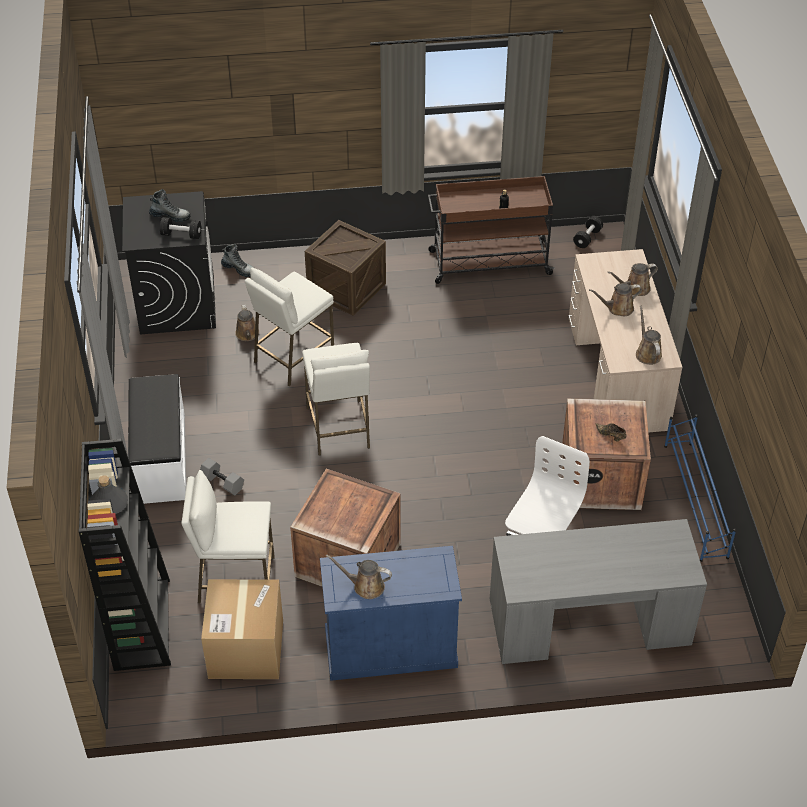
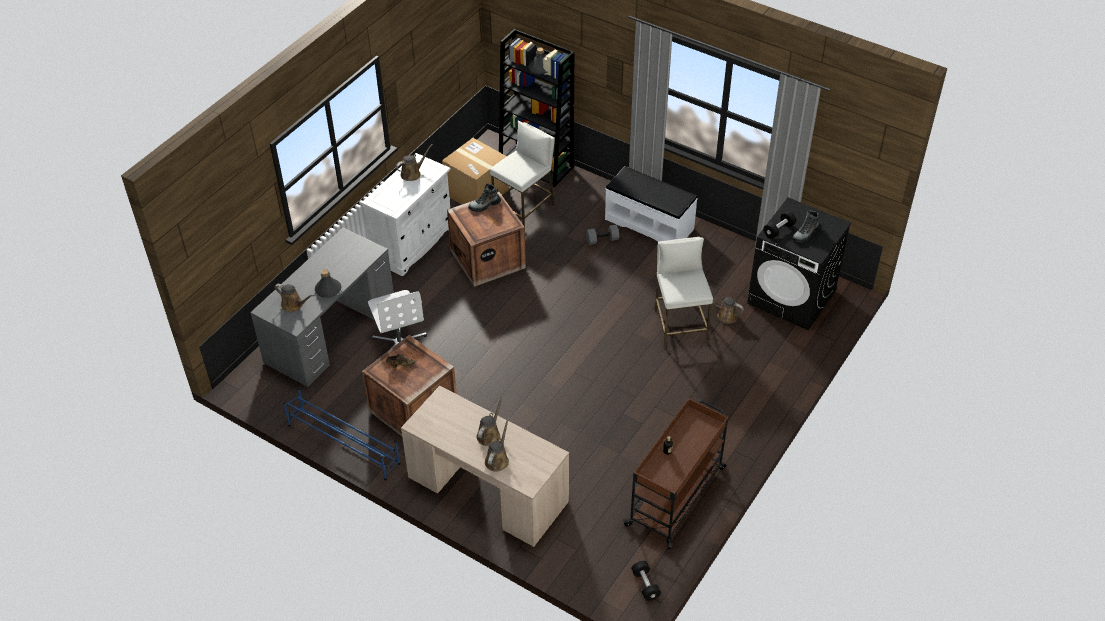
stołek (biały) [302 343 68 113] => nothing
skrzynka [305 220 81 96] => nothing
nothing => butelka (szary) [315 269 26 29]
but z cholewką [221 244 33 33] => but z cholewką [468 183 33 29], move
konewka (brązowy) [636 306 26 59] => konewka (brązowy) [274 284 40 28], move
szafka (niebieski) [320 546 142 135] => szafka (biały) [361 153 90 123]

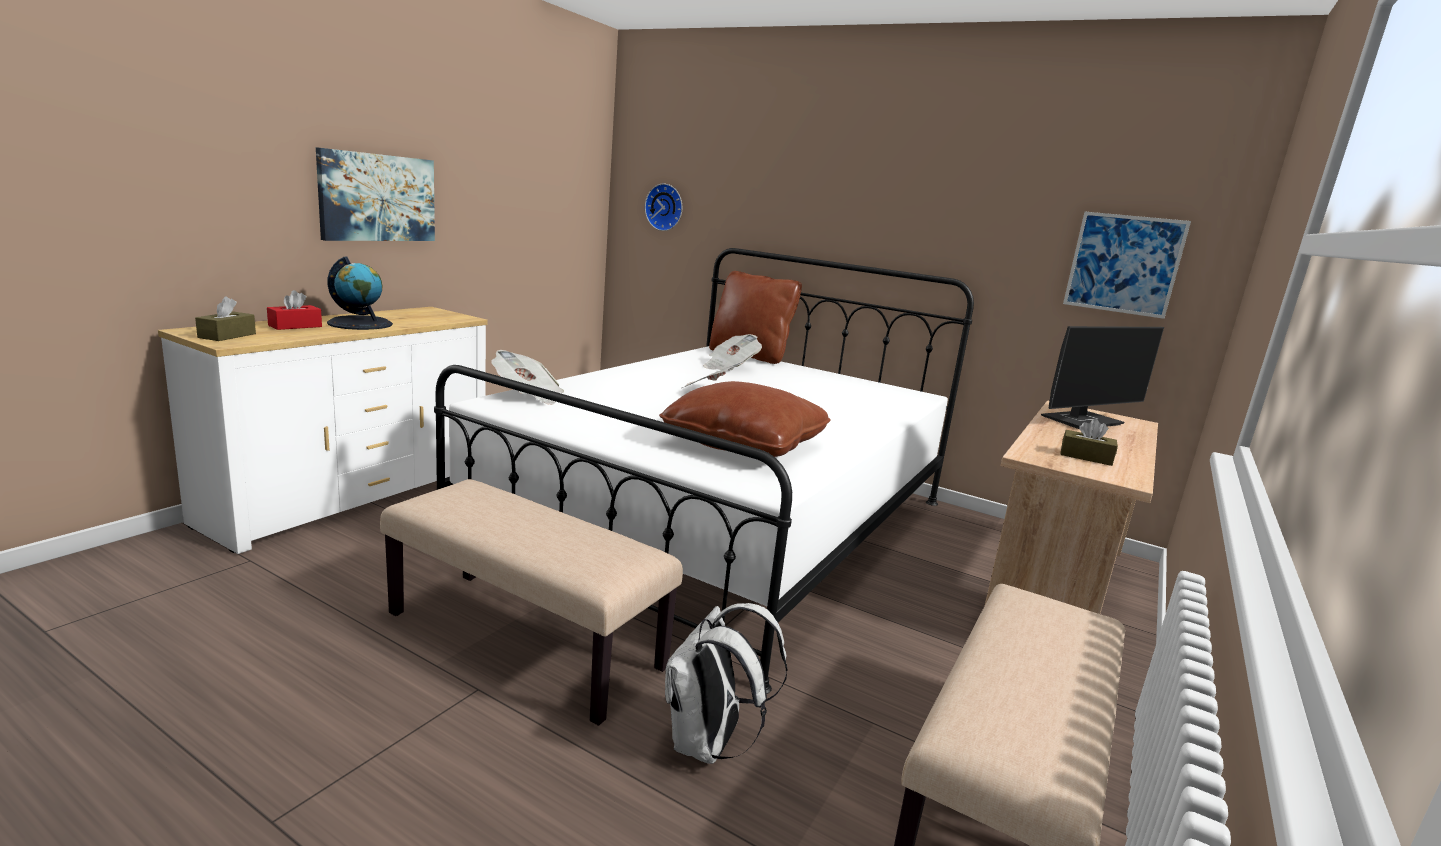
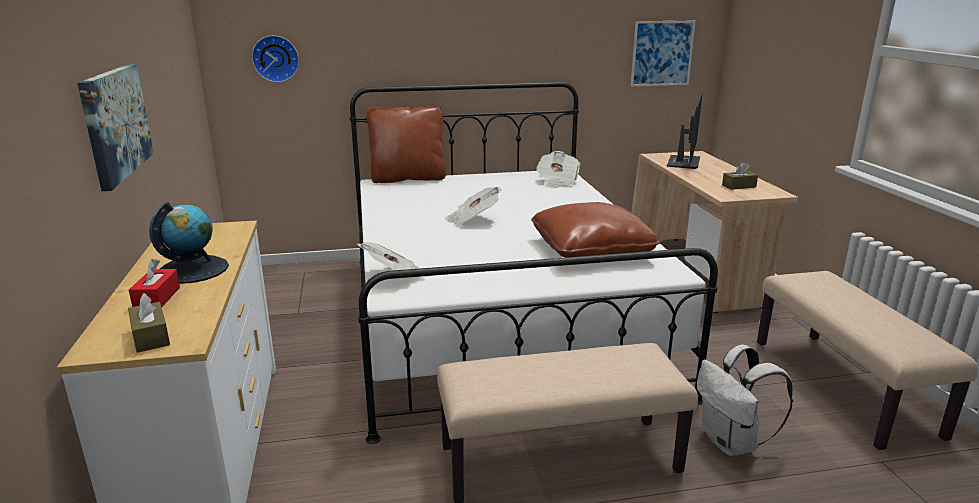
gazeta [703 334 59 37] => gazeta [536 151 45 37], move

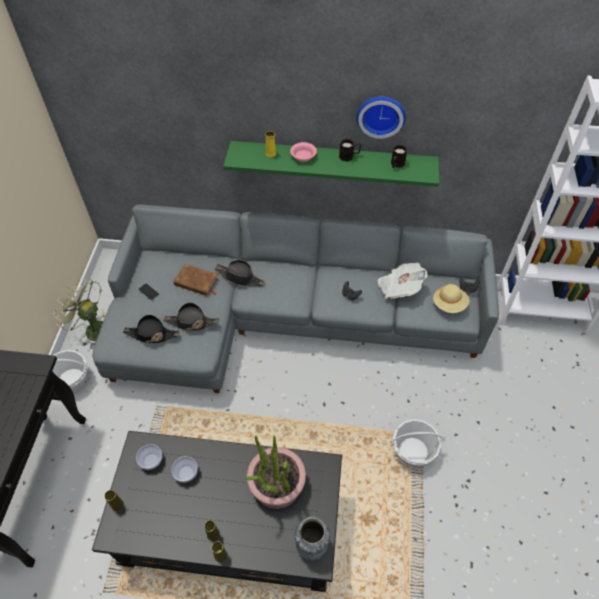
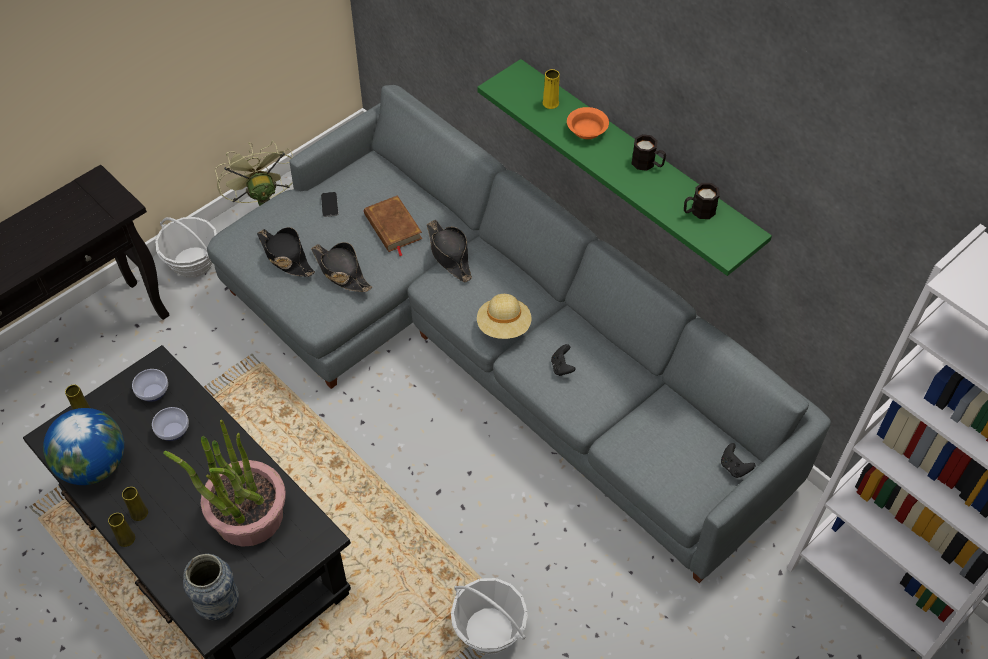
zegar ścienny [356 96 50 43] => nothing
gazeta [378 263 50 36] => nothing
nothing => globus [43 408 81 77]
kapelusz (beżowy) [433 284 36 29] => kapelusz (beżowy) [477 294 55 45], move
miska (różowy) [290 142 27 20] => miska (pomarańczowy) [567 107 42 32]

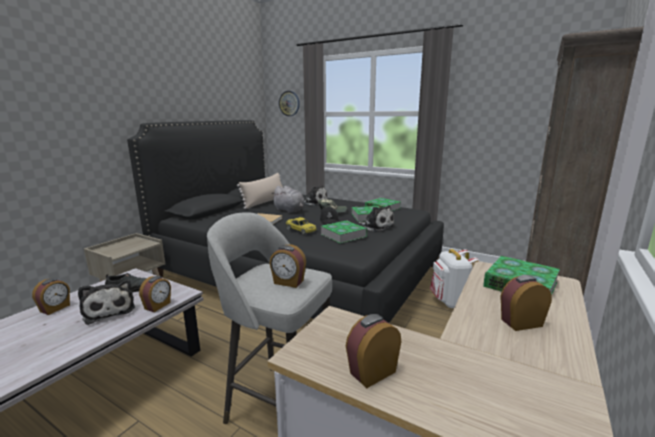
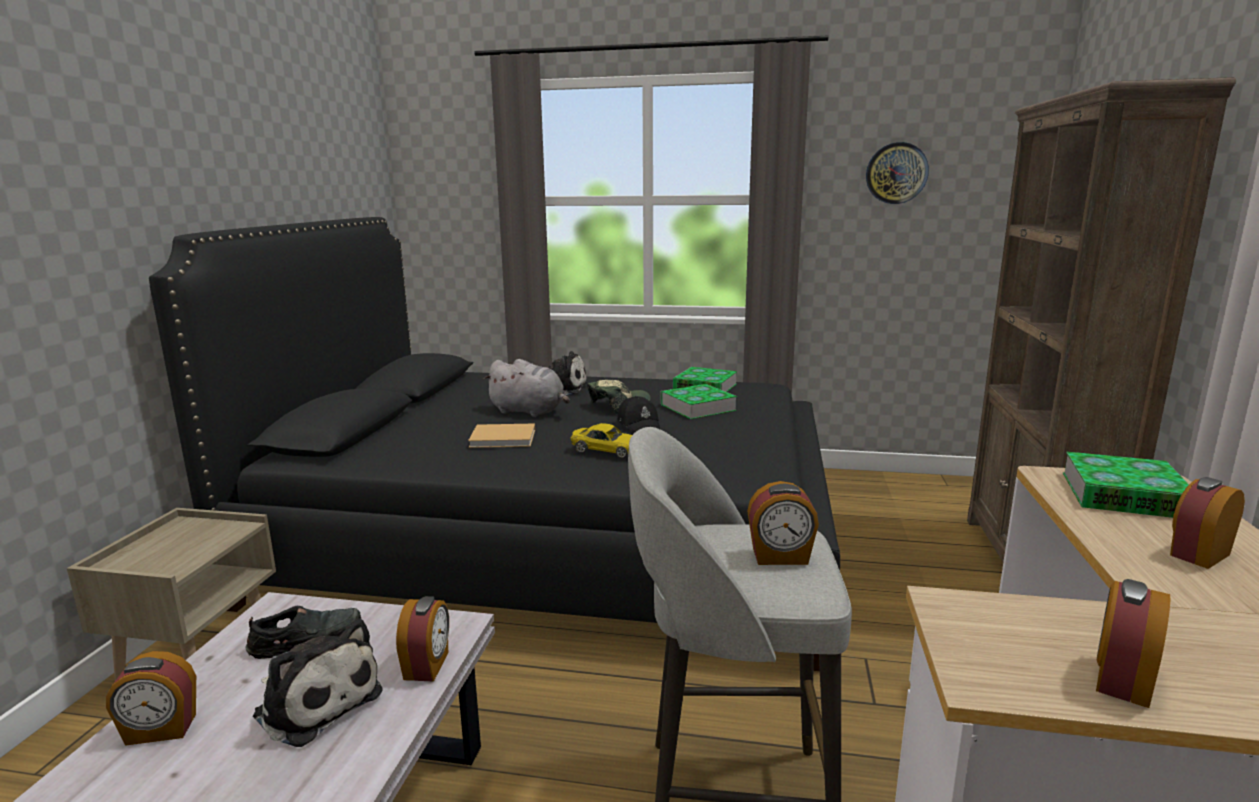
poduszka (beżowy) [237 173 46 36] => nothing
książka [321 220 47 24] => nothing
pluszak [358 205 37 27] => nothing
plecak (biały) [430 249 49 59] => nothing
zegar ścienny [279 91 21 25] => zegar ścienny [866 142 63 62], move
budzik [32 278 38 37] => budzik [106 651 90 95], 75 degrees clockwise

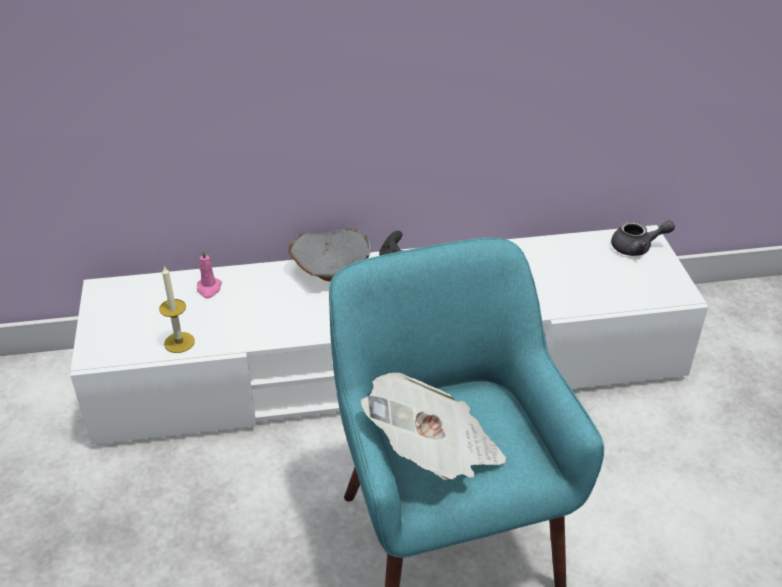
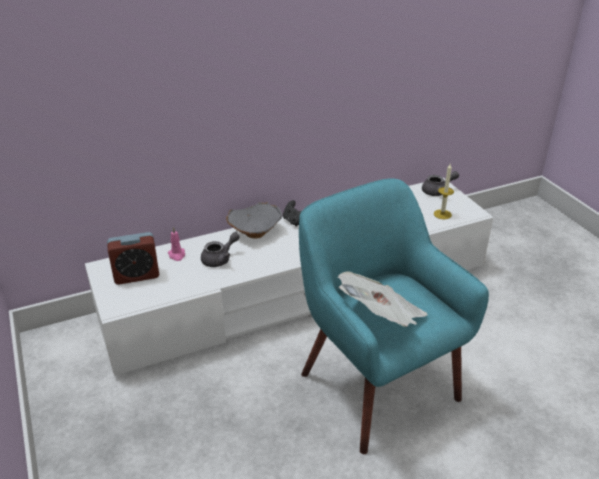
nothing => budzik [107 232 52 53]
nothing => imbryk (szary) [201 232 39 35]
świeca [159 266 36 87] => świeca [434 164 20 55], move

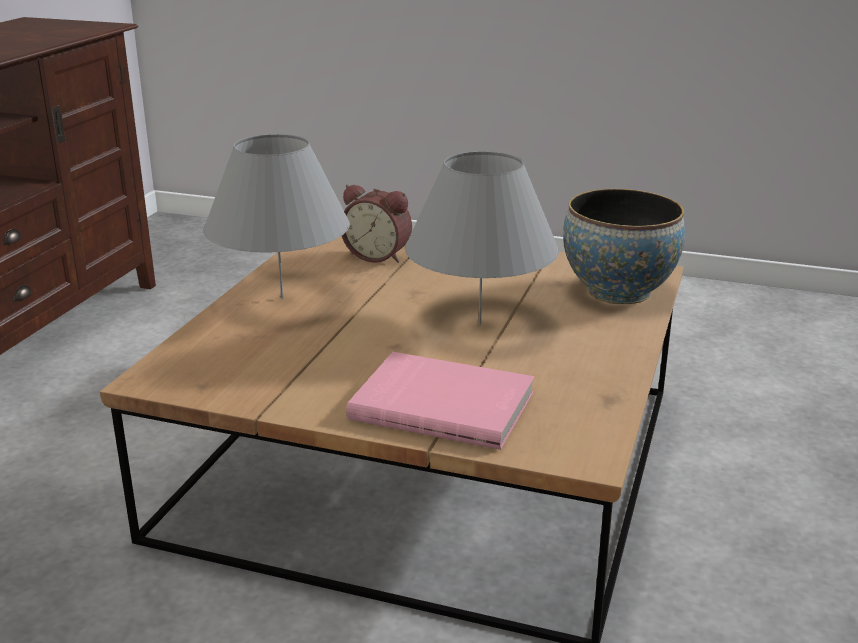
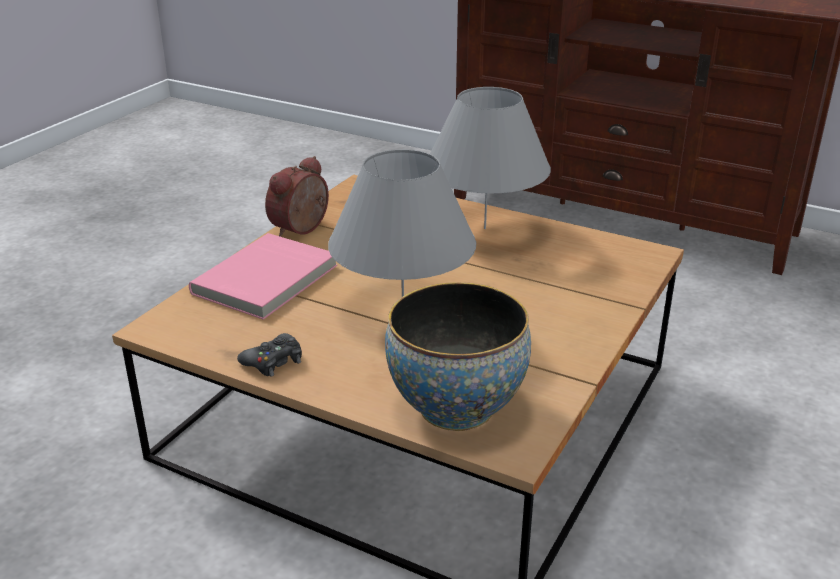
nothing => pad do gier (czarny) [237 333 65 44]
budzik [342 185 70 78] => budzik [265 156 64 81], move

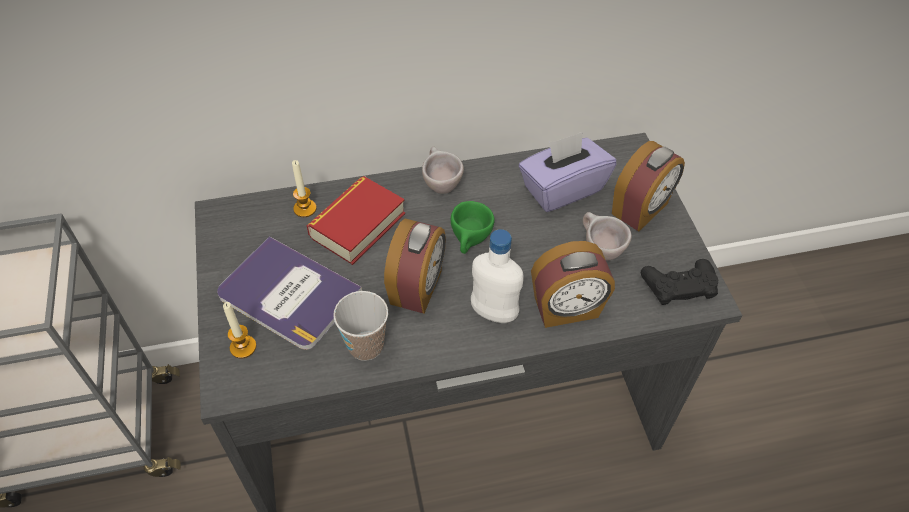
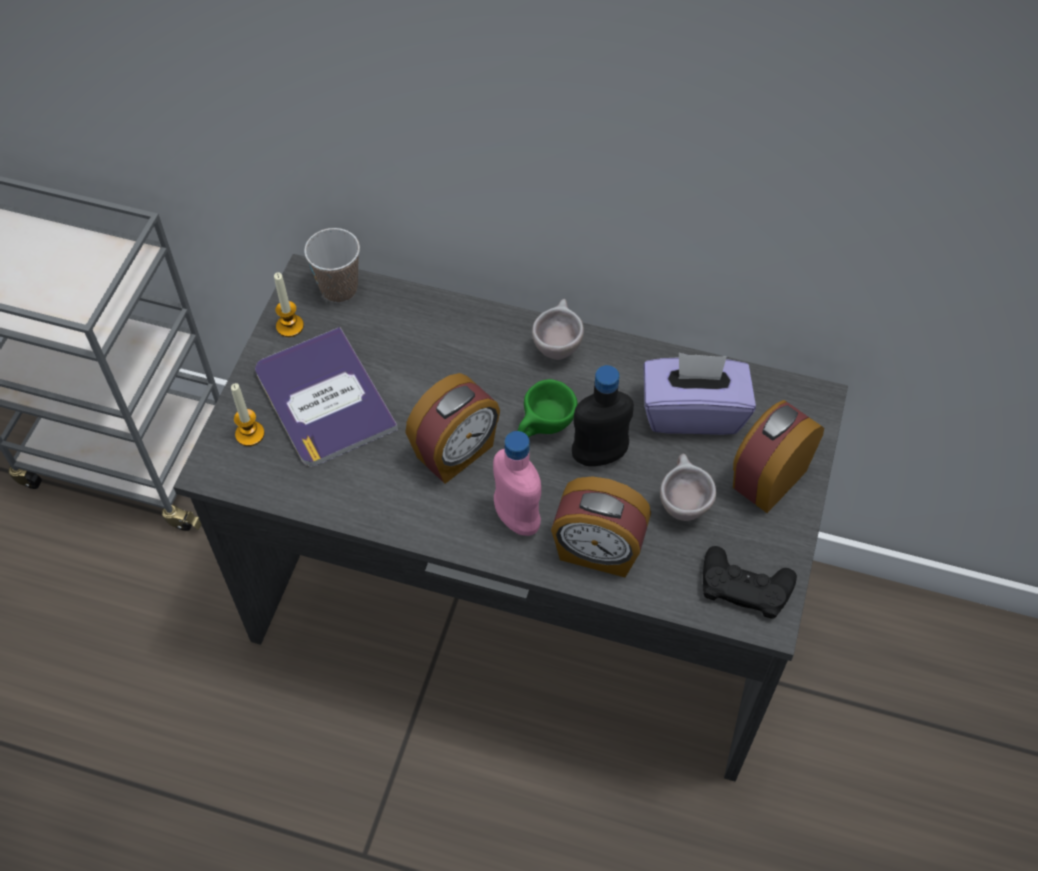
książka [307 176 98 89] => nothing
nothing => butelka (czarny) [572 365 62 101]
świeca [292 160 25 57] => świeca [274 272 30 65], move
filiżanka [333 291 55 70] => filiżanka [304 228 56 75], move
butelka (biały) [471 229 53 94] => butelka (różowy) [493 431 48 105]
budzik [612 141 73 91] => budzik [733 400 91 113], 150 degrees clockwise

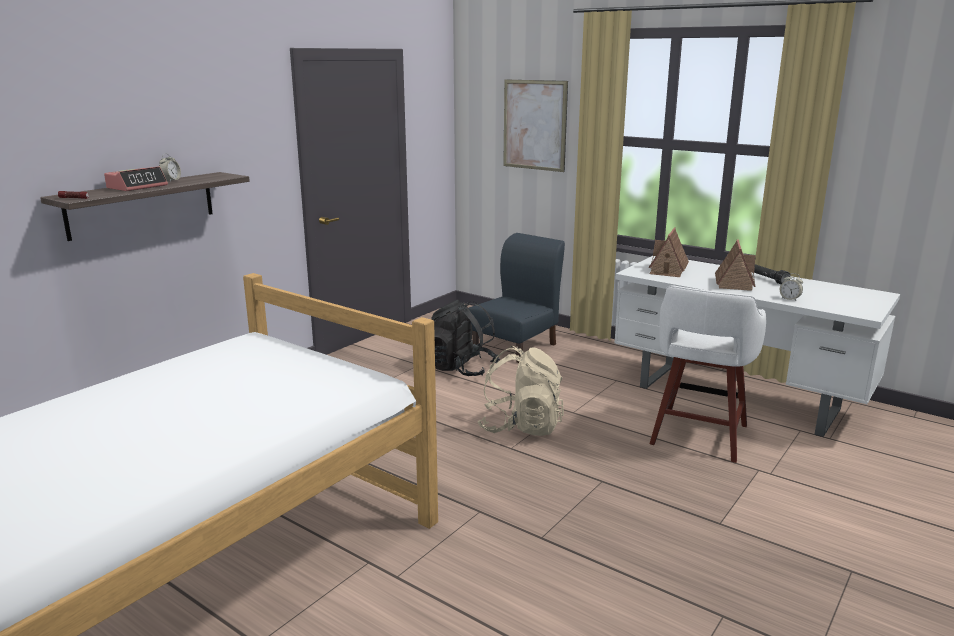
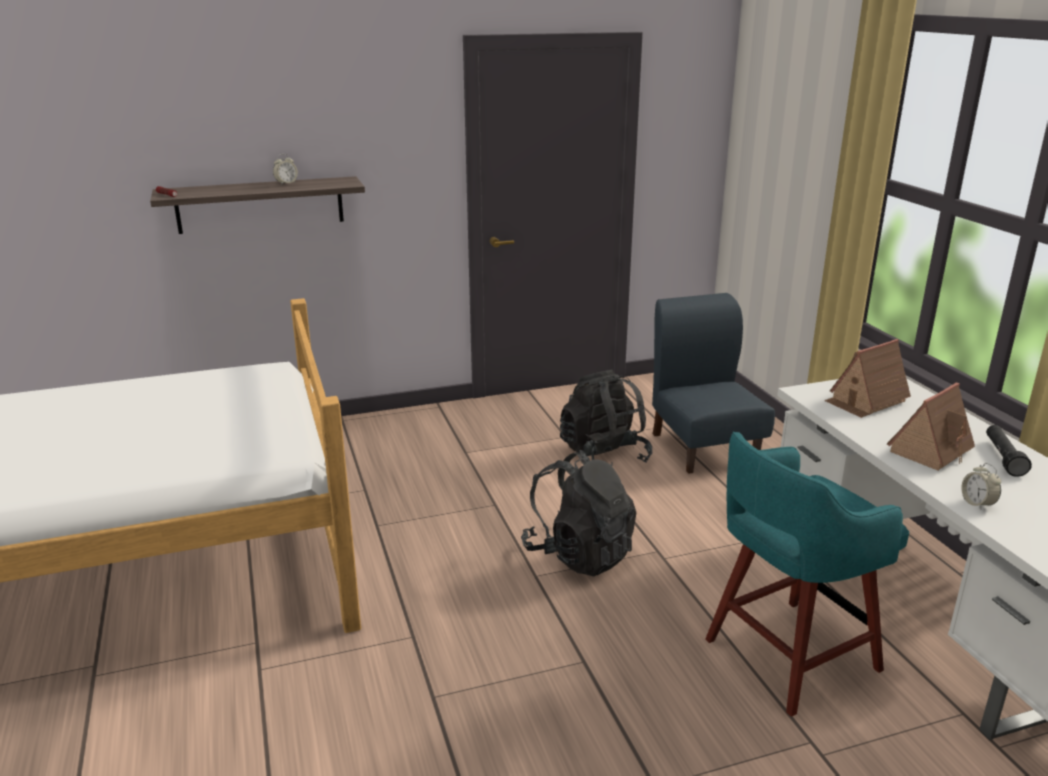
budzik [104 166 64 25] => nothing
obraz [503 79 65 93] => nothing
plecak (beżowy) [478 346 86 90] => plecak (czarny) [521 450 115 127]
stołek (biały) [650 285 116 178] => stołek (turkusowy) [705 431 204 286]
krzesło (niebieski) [468 233 97 130] => krzesło (niebieski) [652 293 123 181], 90 degrees counterclockwise

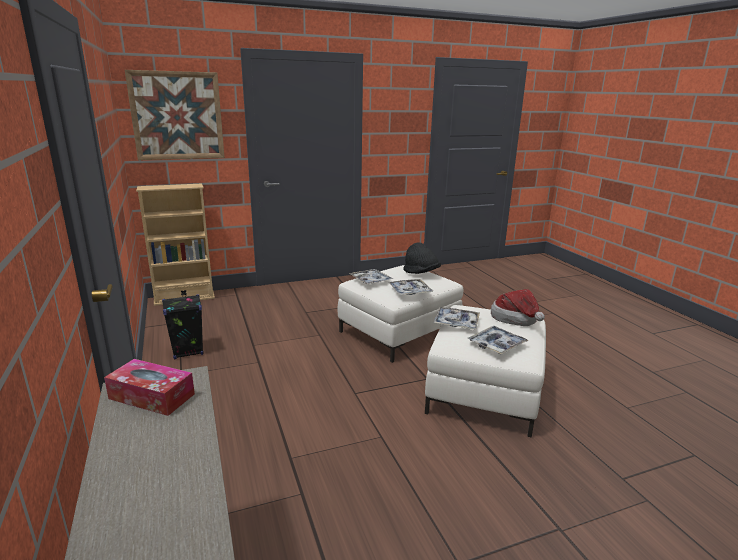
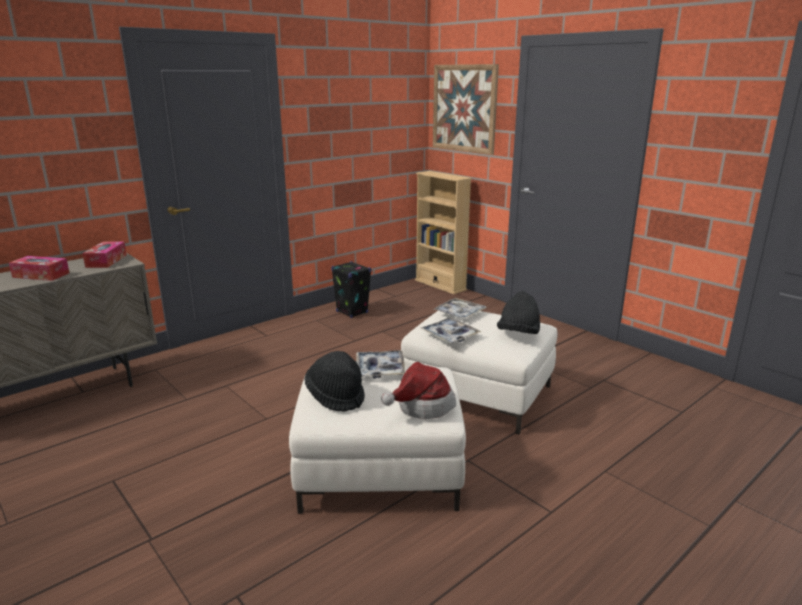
nothing => pudełko chusteczek [9 256 61 25]
taca [468 326 60 28] => kapelusz (czarny) [305 351 60 61]

